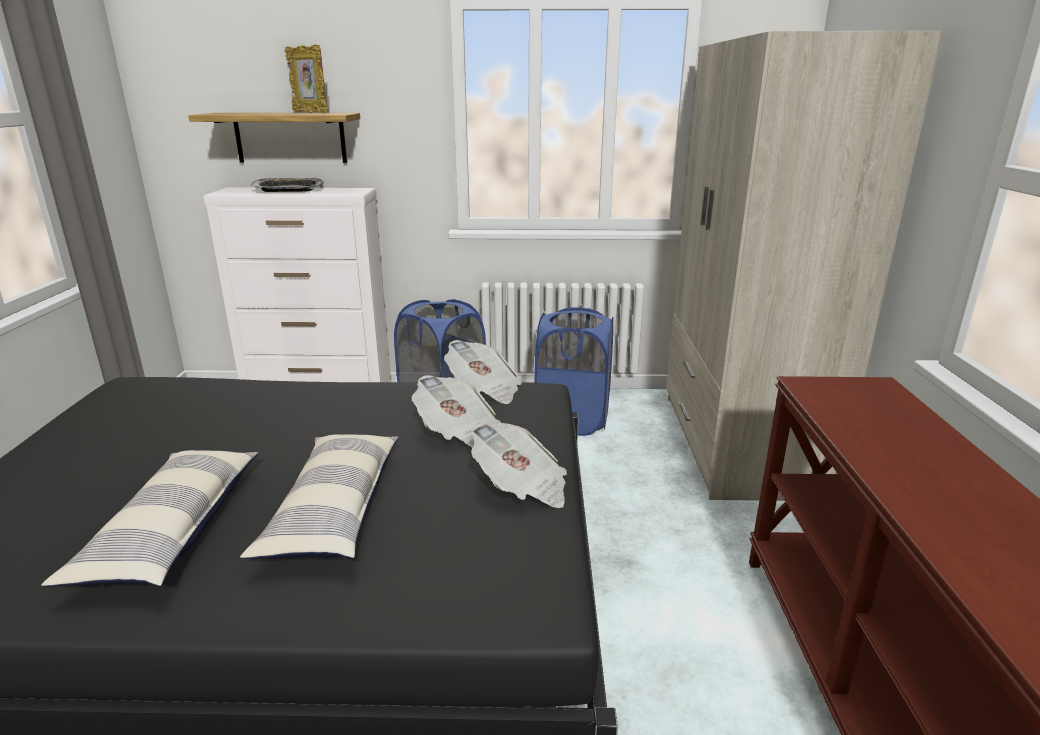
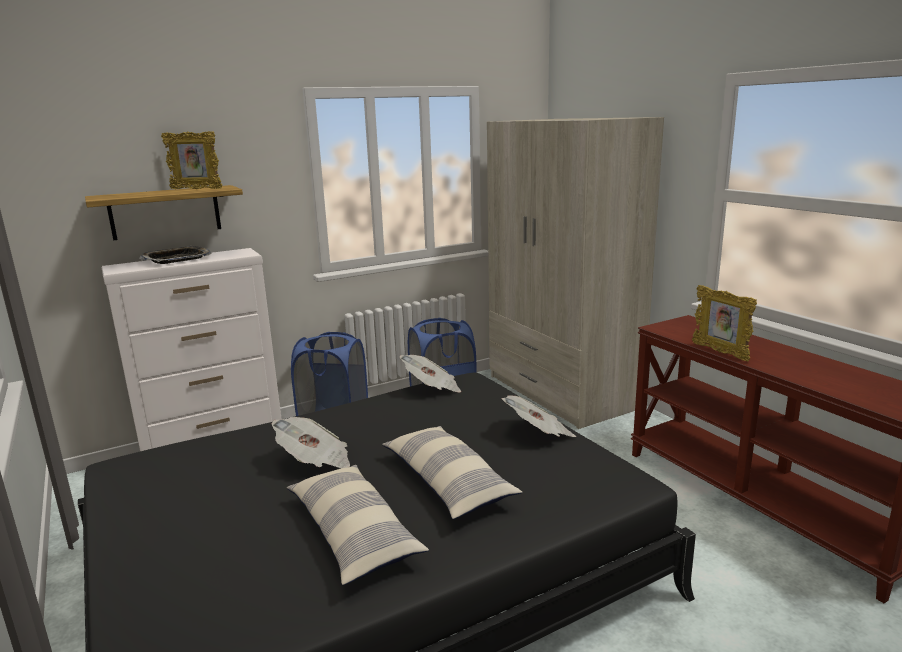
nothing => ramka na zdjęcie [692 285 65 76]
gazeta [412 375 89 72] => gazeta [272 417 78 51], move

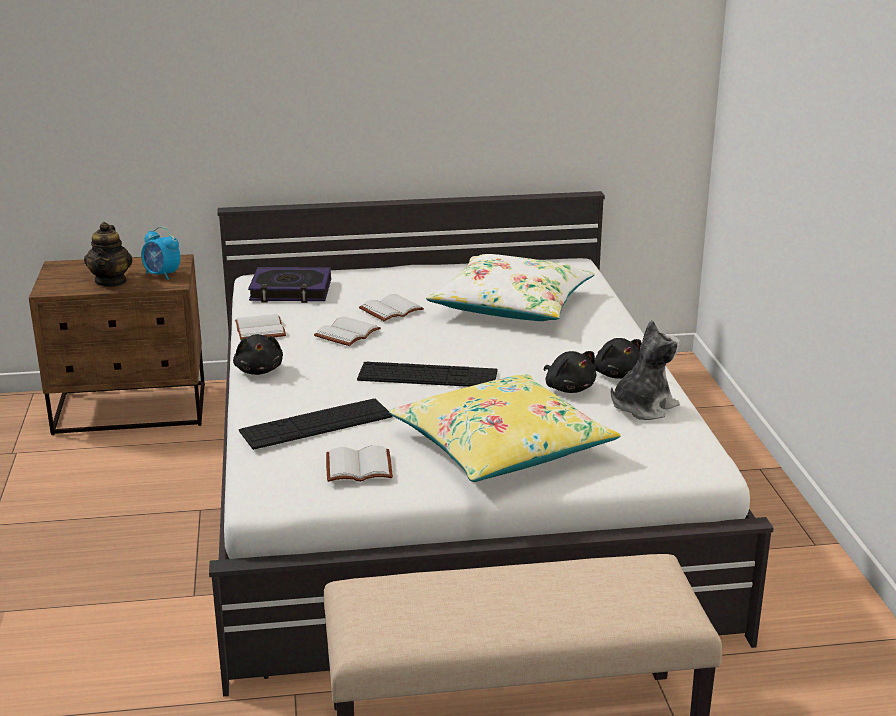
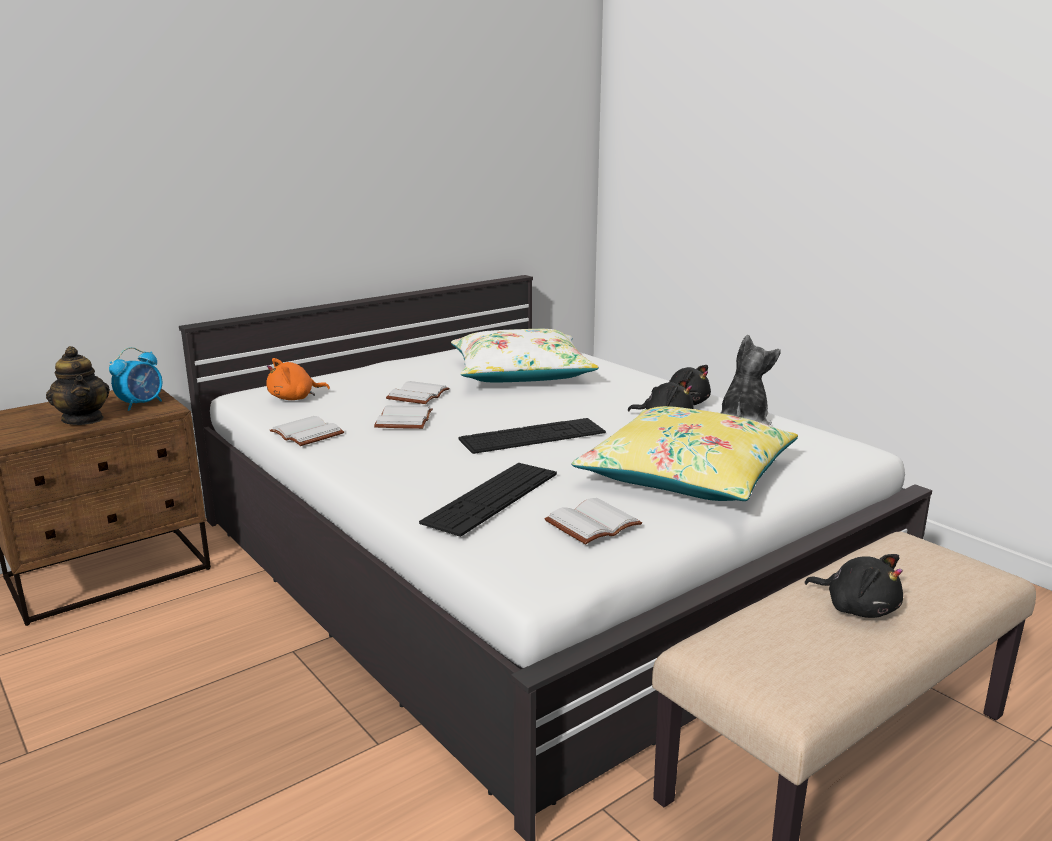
pluszak (czarny) [233 334 50 41] => pluszak (czarny) [805 554 98 64], move
książka [248 267 83 36] => pluszak (pomarańczowy) [266 358 64 42]
budzik [141 226 40 54] => budzik [109 347 53 64], 60 degrees counterclockwise

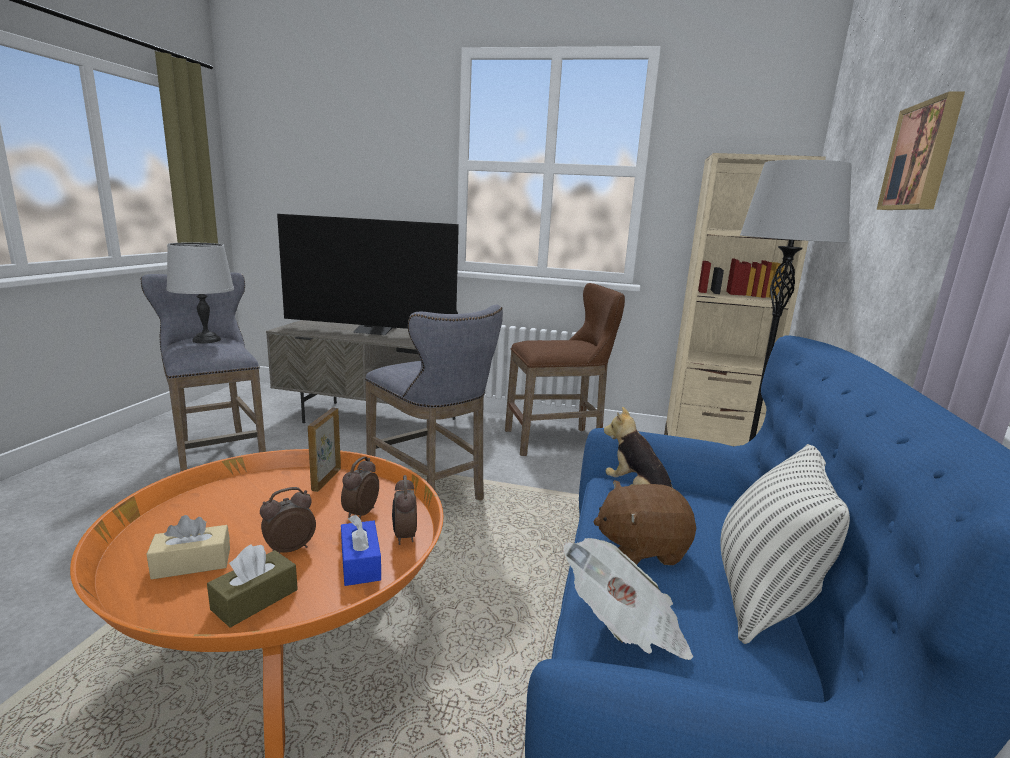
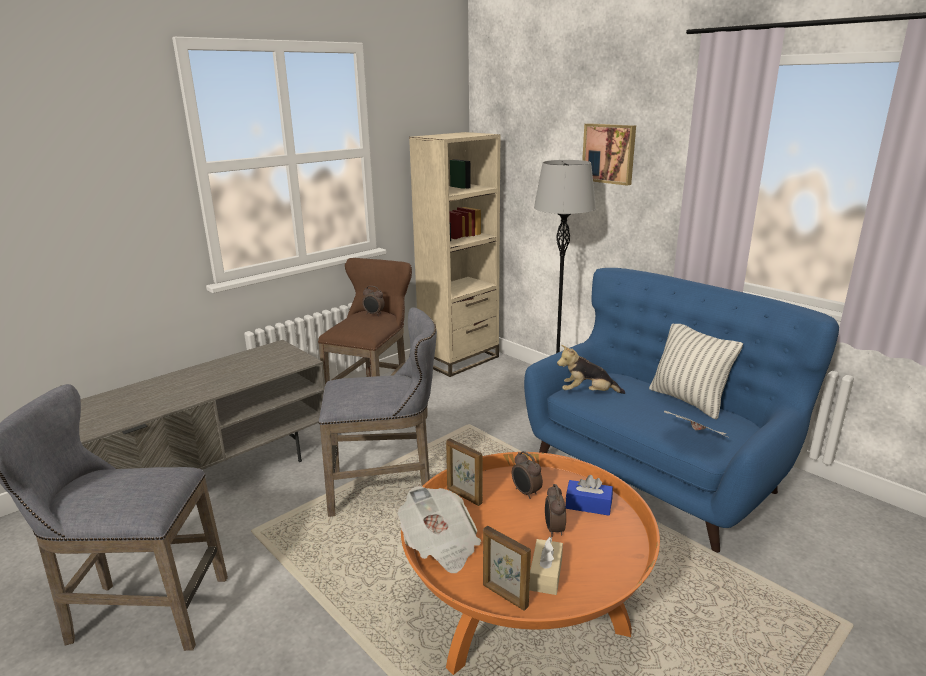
lampa stołowa (szary) [167 243 67 100] => nothing
pudełko chusteczek (brązowy) [207 545 91 83] => nothing
telewizor [277 214 182 121] => nothing
pluszak (brązowy) [593 480 103 85] => nothing
nothing => gazeta [398 486 83 87]
nothing => ramka na zdjęcie [483 526 48 85]
budzik [392 475 25 70] => budzik [362 286 23 30], move

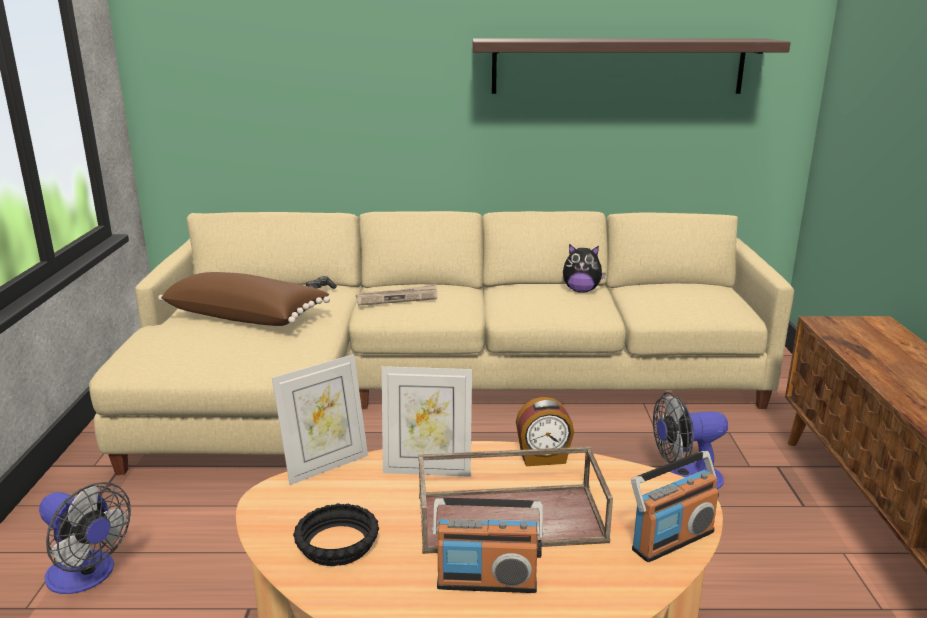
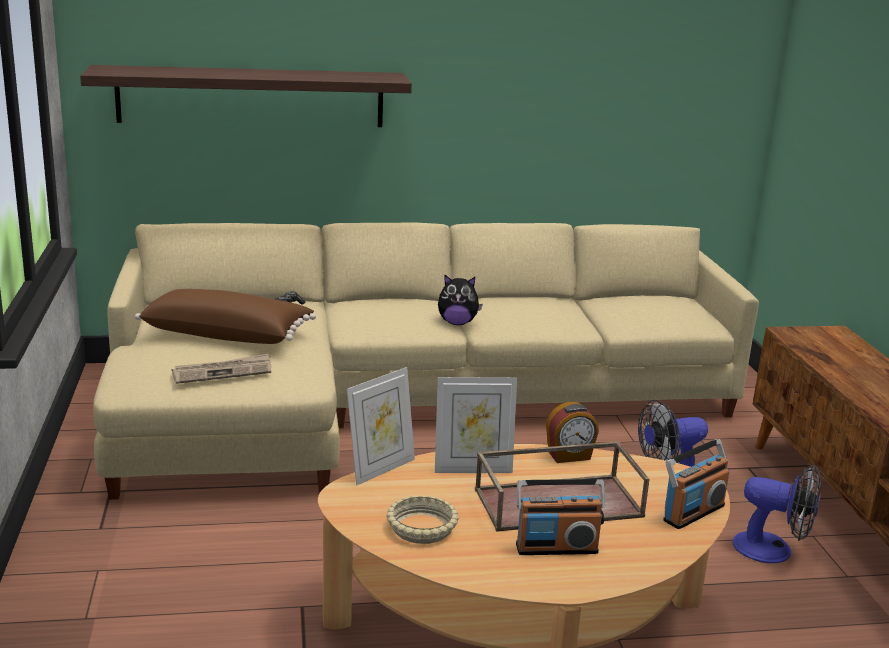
wentylator [39 482 92 112] => wentylator [733 465 88 98], move
gazeta [356 284 82 22] => gazeta [172 354 99 30], move
półka [472 38 319 56] => półka [80 65 332 62], move
pluszak [563 244 43 49] => pluszak [438 275 45 50], move
miska (czarny) [293 503 86 63] => miska (beżowy) [386 495 73 49]

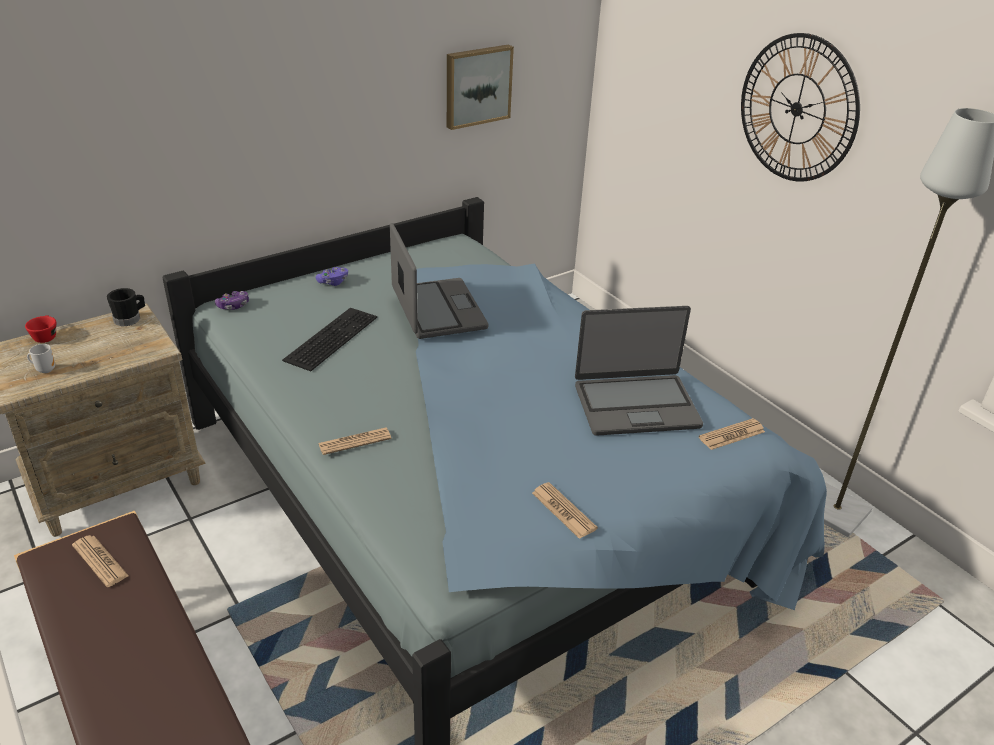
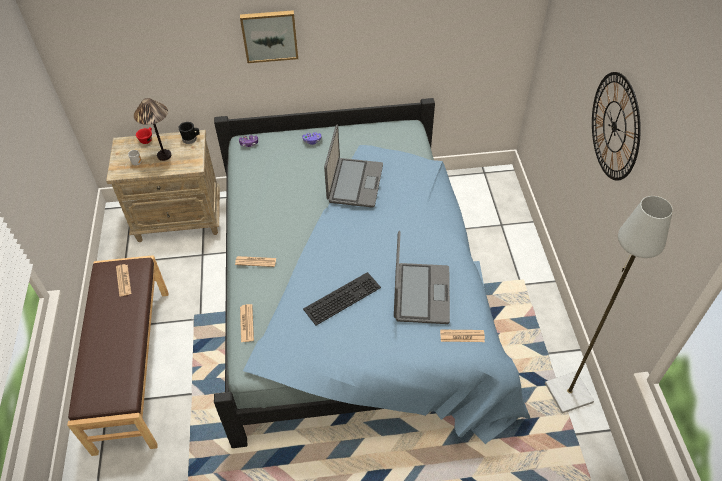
nothing => lampa stołowa [134 98 37 63]
klawiatura [282 308 95 63] => klawiatura [303 272 78 53], move
obraz [447 44 67 86] => obraz [240 10 58 53], move
gazeta [532 482 66 57] => gazeta [240 304 14 38], move
laptop [575 306 128 130] => laptop [394 231 56 93], 105 degrees counterclockwise

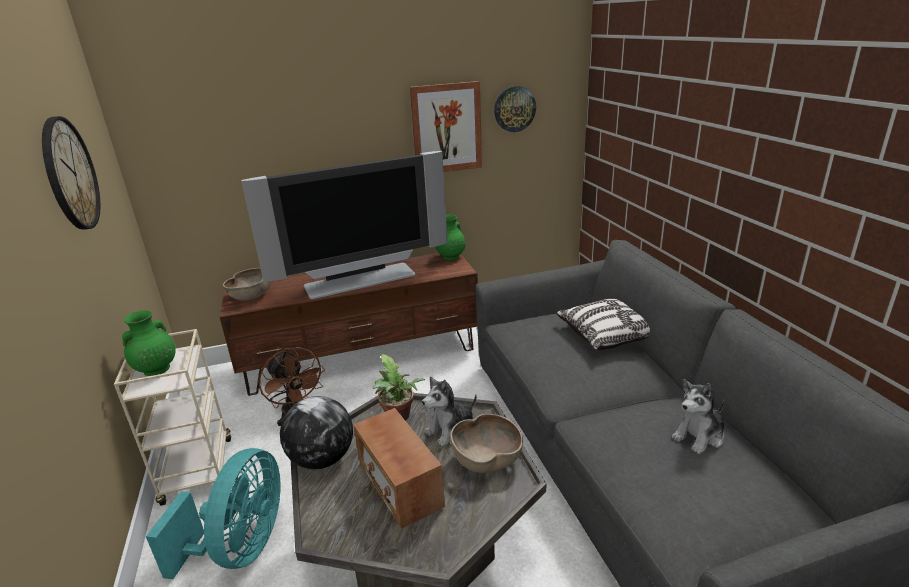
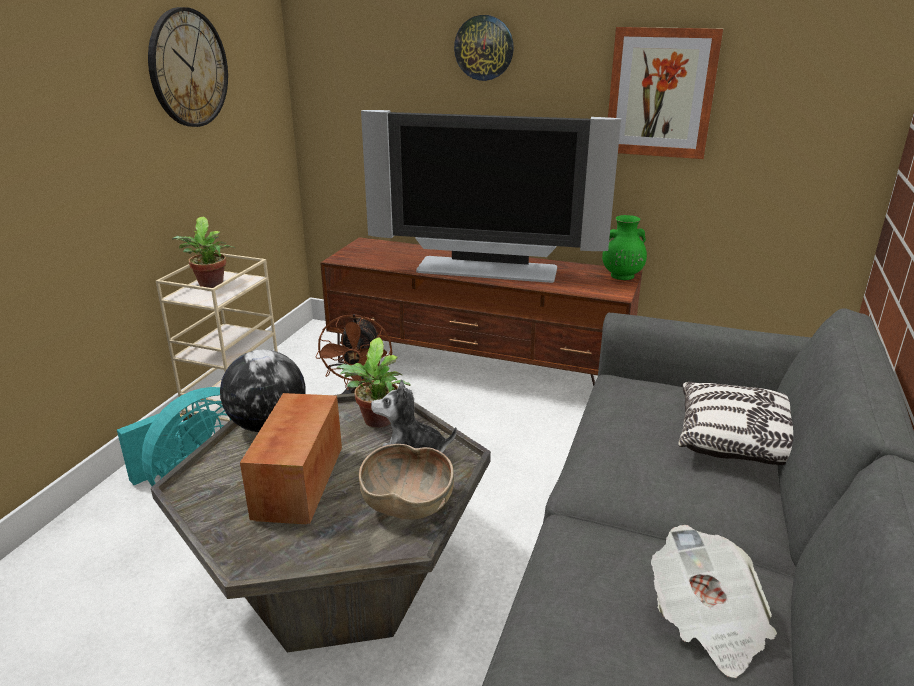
miska (brązowy) [223 268 48 32] => nothing
zegar ścienny [494 86 42 46] => zegar ścienny [454 15 60 66], move
wazon (zielony) [122 310 54 66] => roślina doniczkowa [172 217 63 71]
pluszak [672 379 52 75] => gazeta [651 525 126 153]

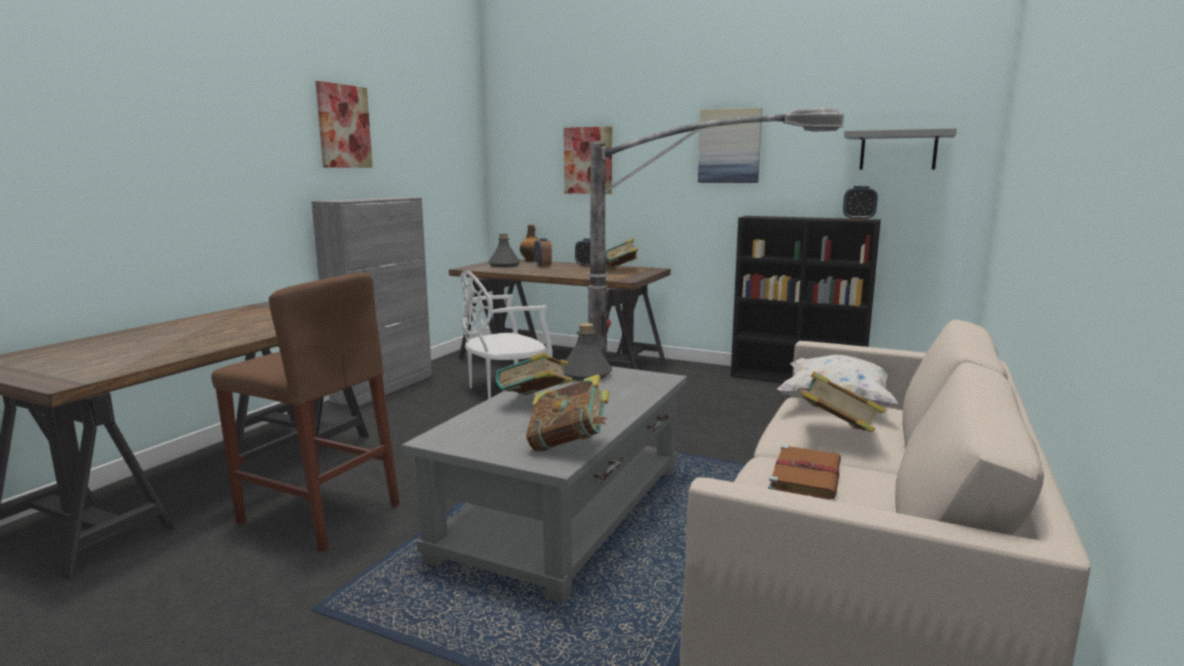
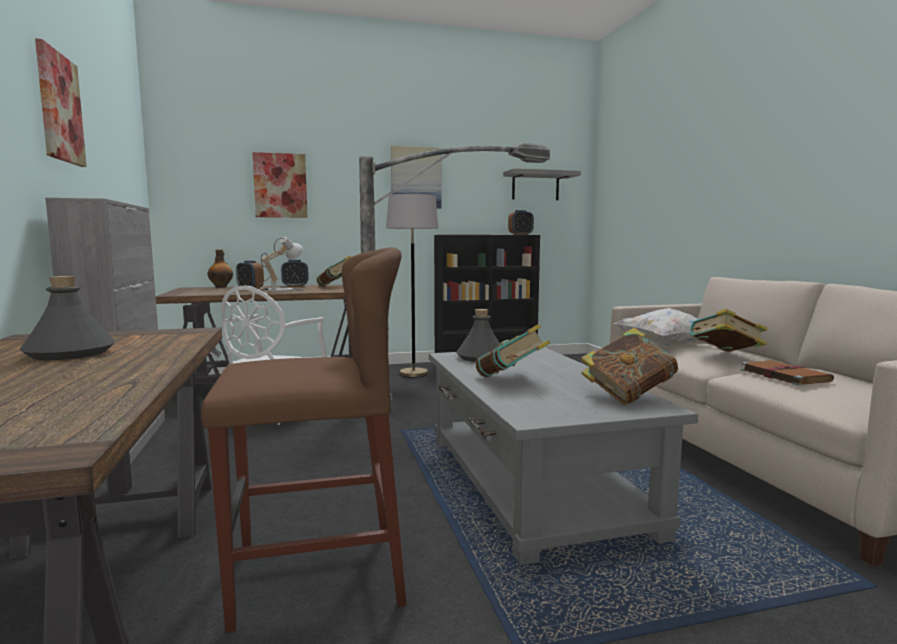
nothing => lampa stołowa [256 236 48 56]
nothing => lampa stojąca (szary) [386 194 53 184]
butelka (szary) [488 234 32 33] => butelka (szary) [19 276 96 84], move

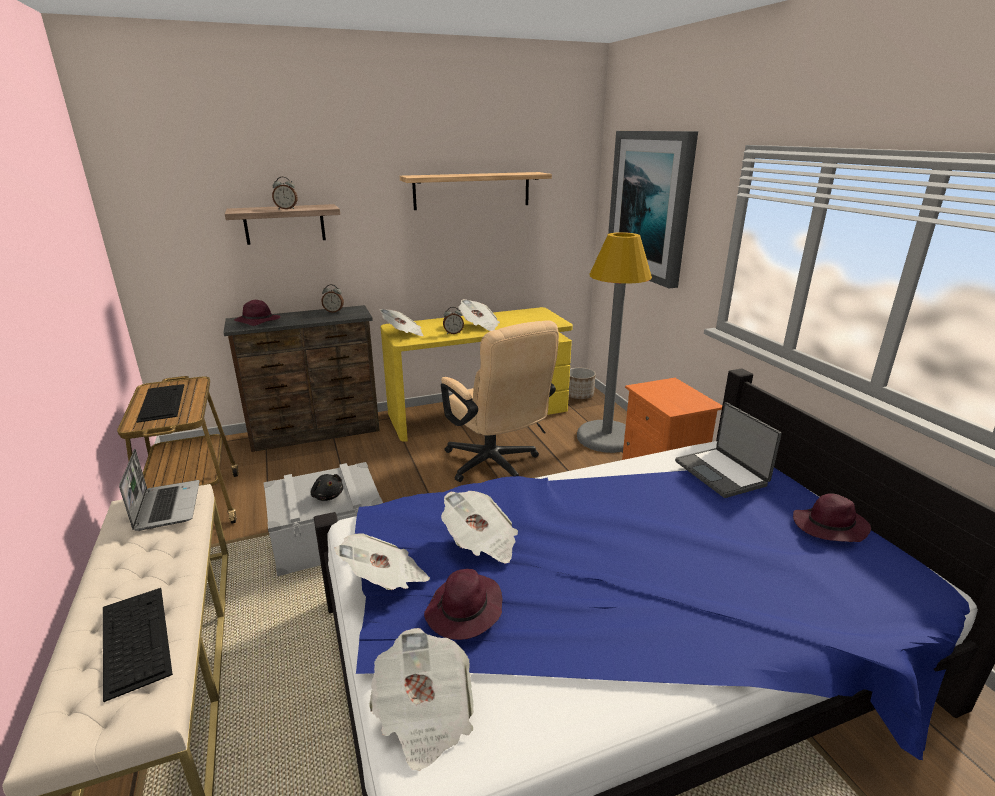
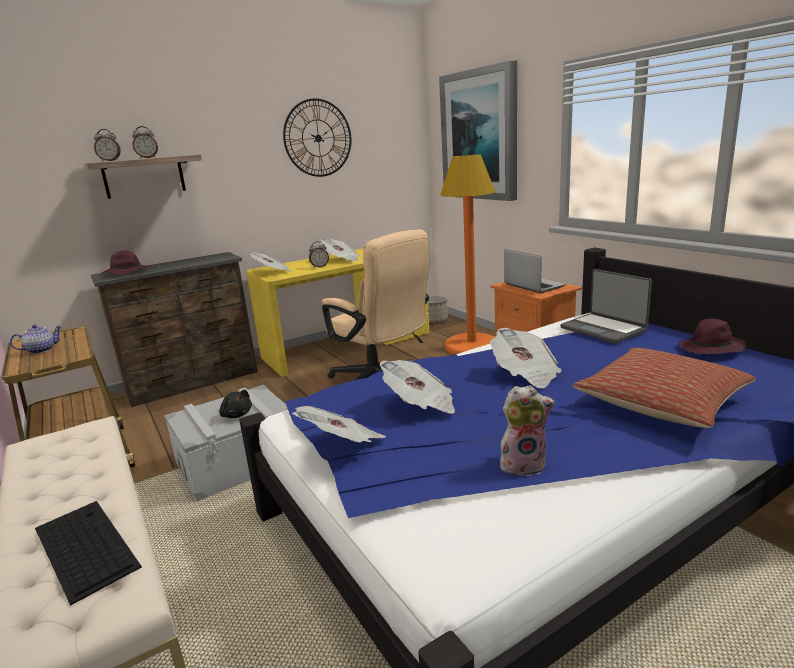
kapelusz (fioletowy) [424 569 78 71] => nothing
nothing => pluszak [500 385 55 92]
nothing => poduszka [573 348 183 80]
laptop [119 449 81 82] => laptop [504 249 62 44], move
budzik [322 284 22 29] => budzik [94 129 27 33], move
gazeta [369 628 105 143] => gazeta [490 328 72 61], move
klawiatura [137 384 47 39] => imbryk [10 325 52 29]
półka [400 172 152 38] => zegar ścienny [283 98 68 79]
lampa stojąca (szary) [577 232 75 221] => lampa stojąca (pomarańczowy) [440 155 55 199]

